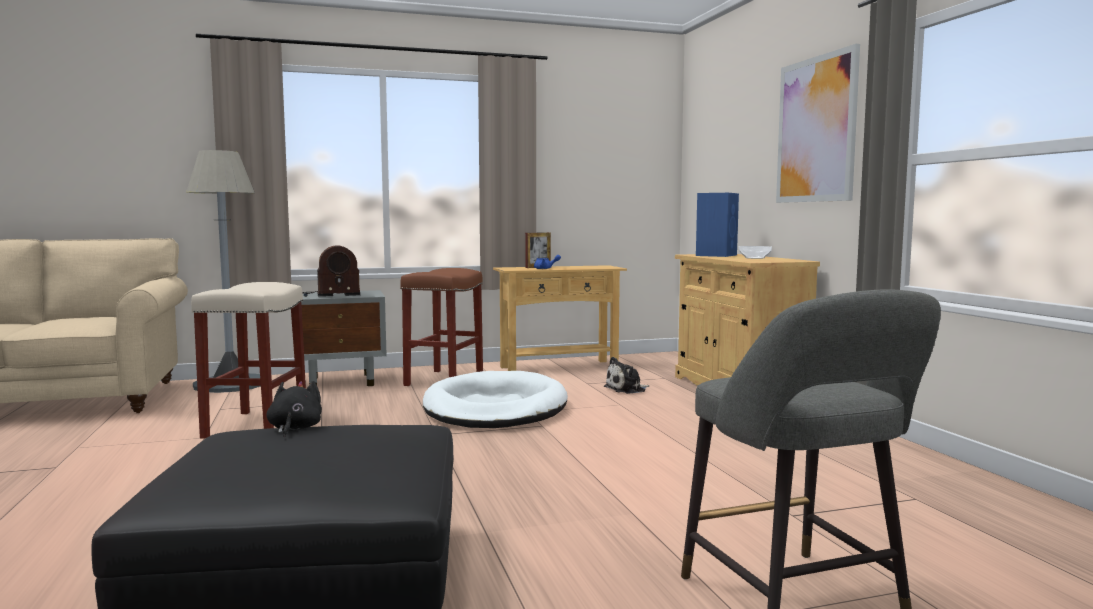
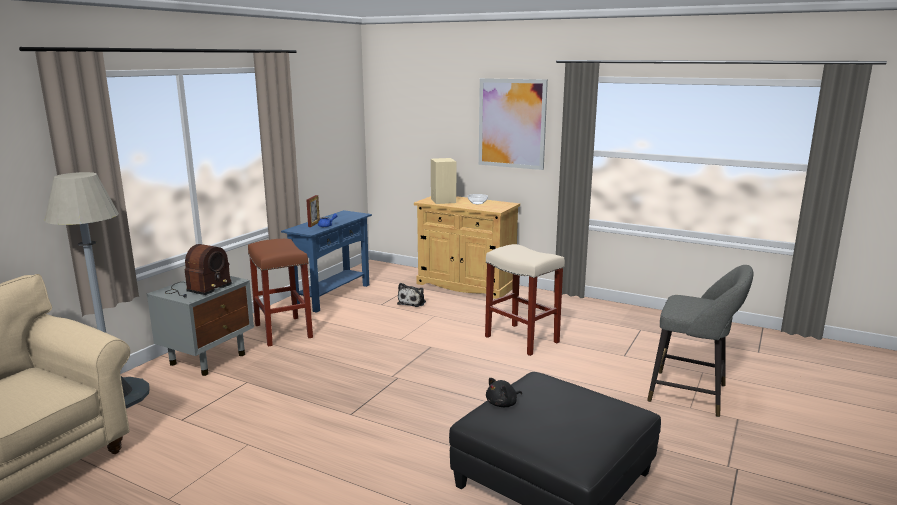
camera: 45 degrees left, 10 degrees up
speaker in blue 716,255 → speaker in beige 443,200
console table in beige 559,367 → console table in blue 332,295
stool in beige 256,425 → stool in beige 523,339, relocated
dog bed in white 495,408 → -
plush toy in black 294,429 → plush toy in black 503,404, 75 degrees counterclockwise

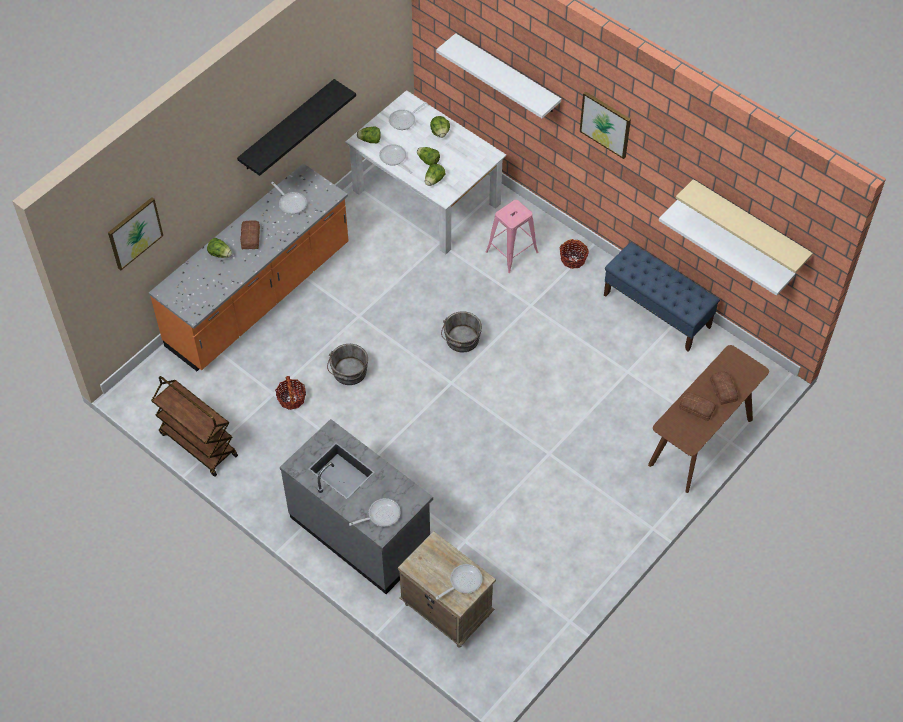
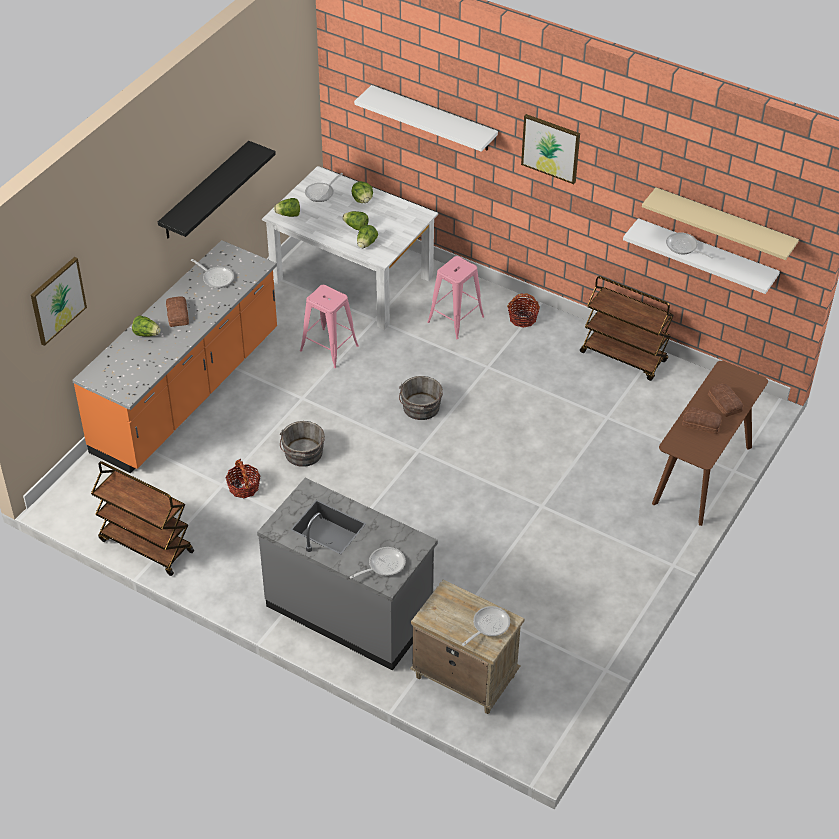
camera: 10 degrees left, 10 degrees down
frying pan 394,159 → frying pan 684,247, relocated
bench in blue 657,311 → cart in brown 624,357
- → stool in pink 329,348

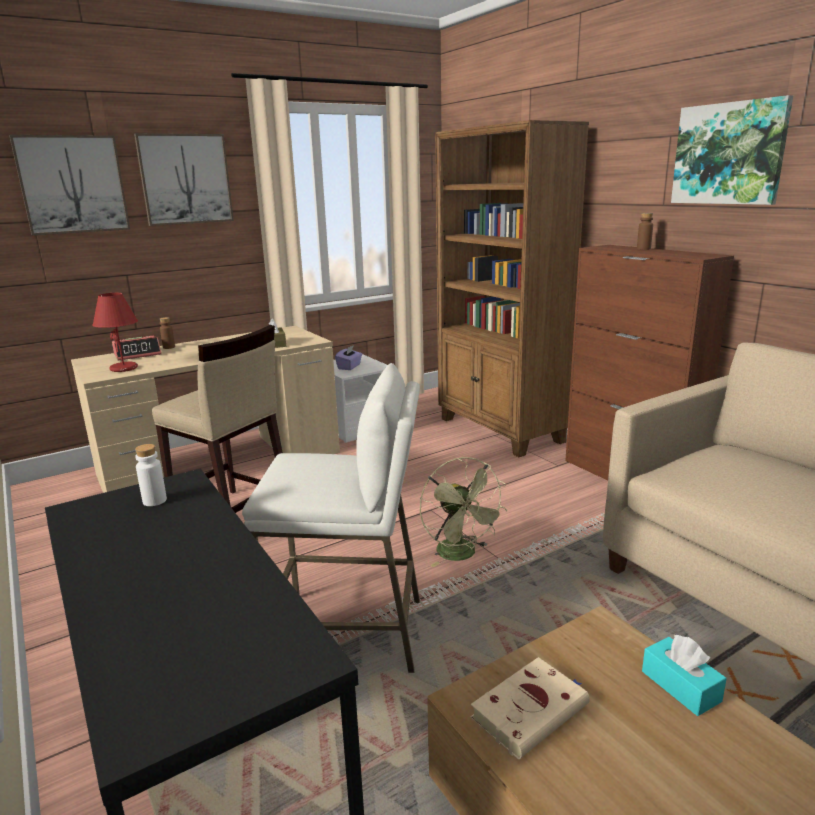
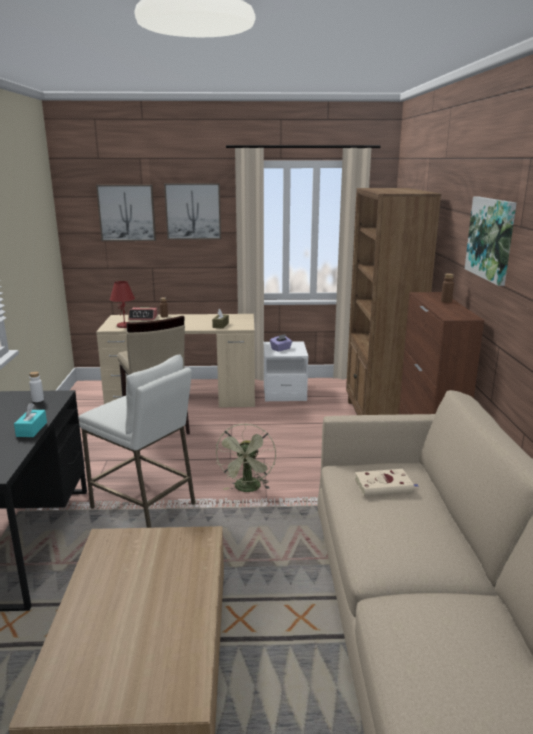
camera: 30 degrees right, 0 degrees up
tissue box in turquoise 680,686 → tissue box in turquoise 31,429, relocated
book in beige 531,710 → book in beige 385,486, relocated

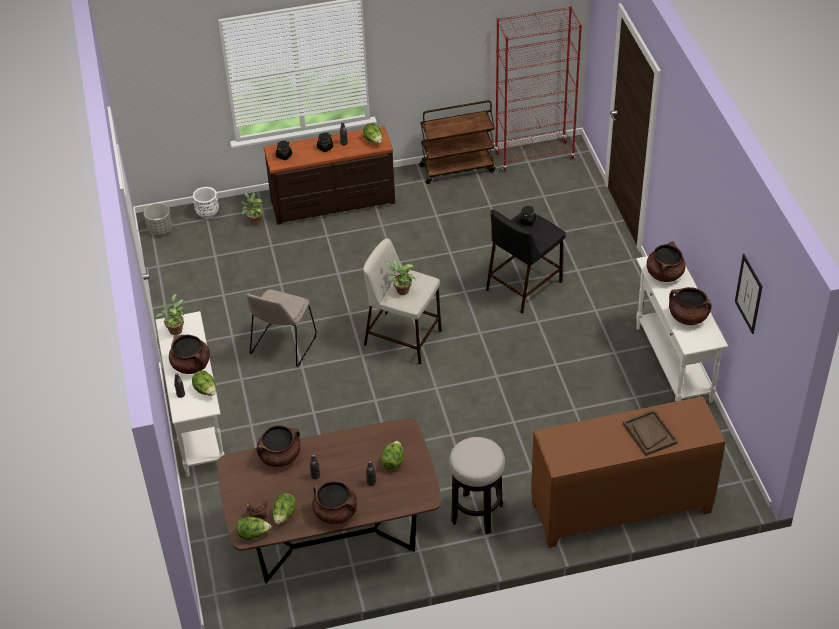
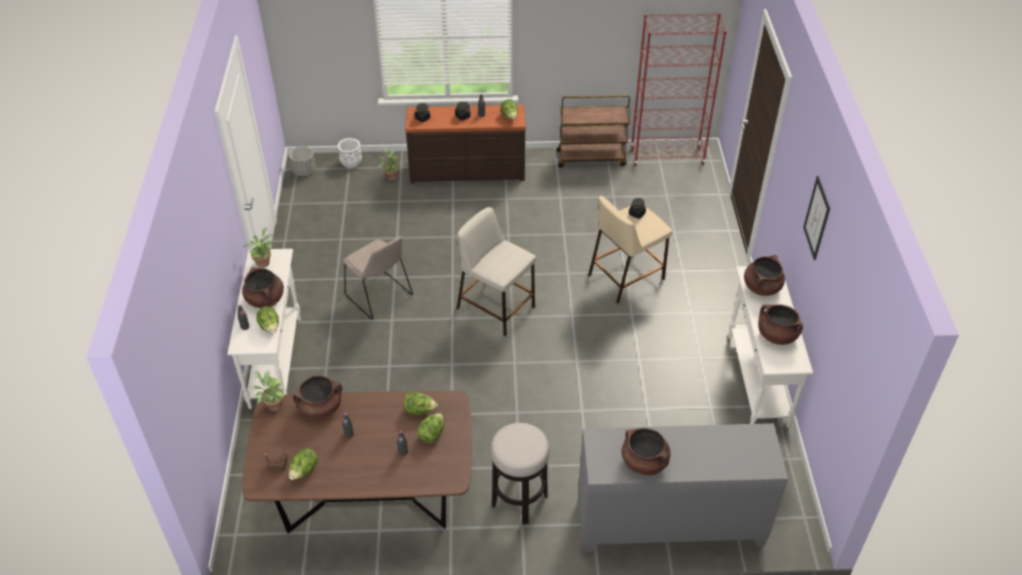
camera: 10 degrees right, 0 degrees up
stool in black 524,285 → stool in beige 627,276
picture 749,294 → picture 817,218, relocated
potted plant 401,290 → potted plant 273,405, relocated
chair in beige 282,346 → chair in beige 380,296, 75 degrees counterclockwise
cabinet in brown 621,508 → cabinet in grey 669,523
tray in brown 649,433 → -
cooking pot in brown 336,513 → cooking pot in brown 644,462, relocated
lettuce 253,534 → lettuce 419,410, relocated

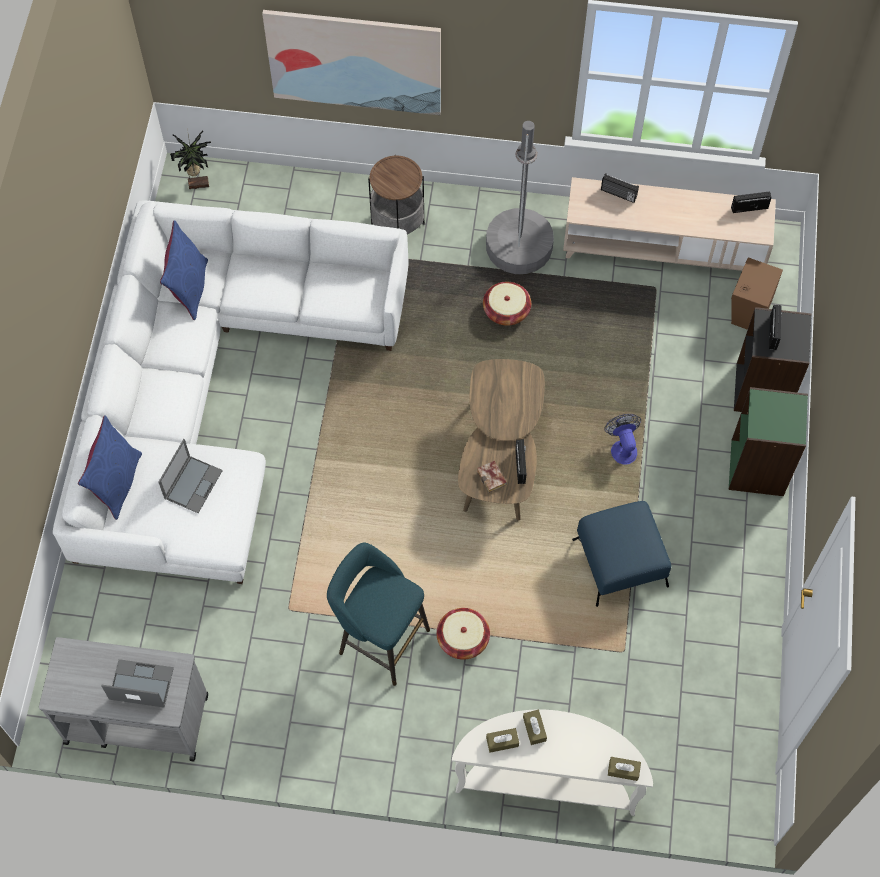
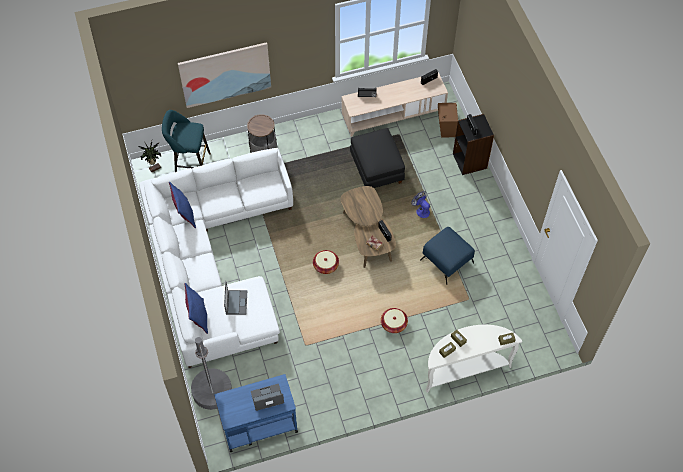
camera: 25 degrees left, 5 degrees down
floor lamp in grey 519,246 → floor lamp in grey 211,391, relocated
basket 506,311 → basket 326,266, relocated
bookcase in green 758,468 → -
stool in turquoise 379,639 → stool in turquoise 190,164, relocated
cart in grey 135,718 → cart in blue 258,425
- → ottoman in black 376,169

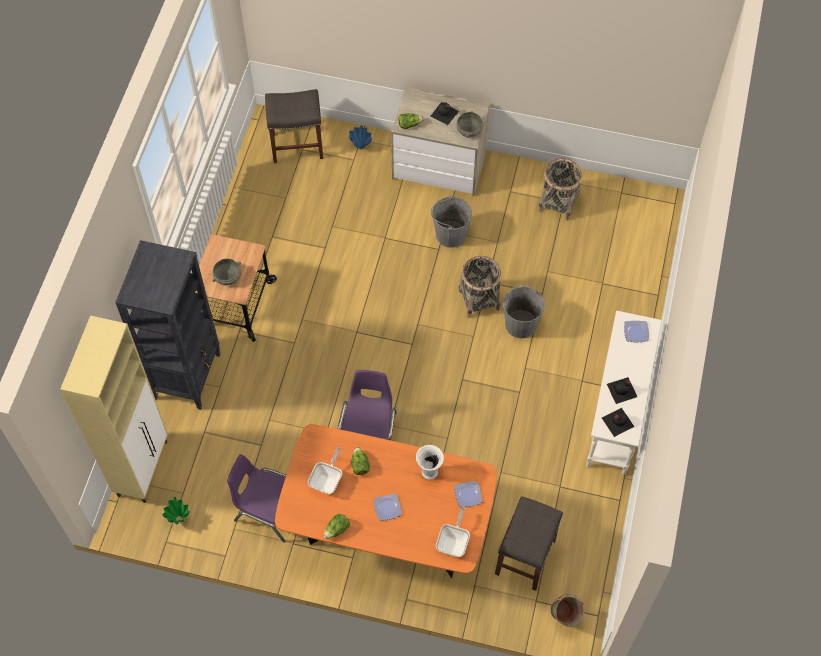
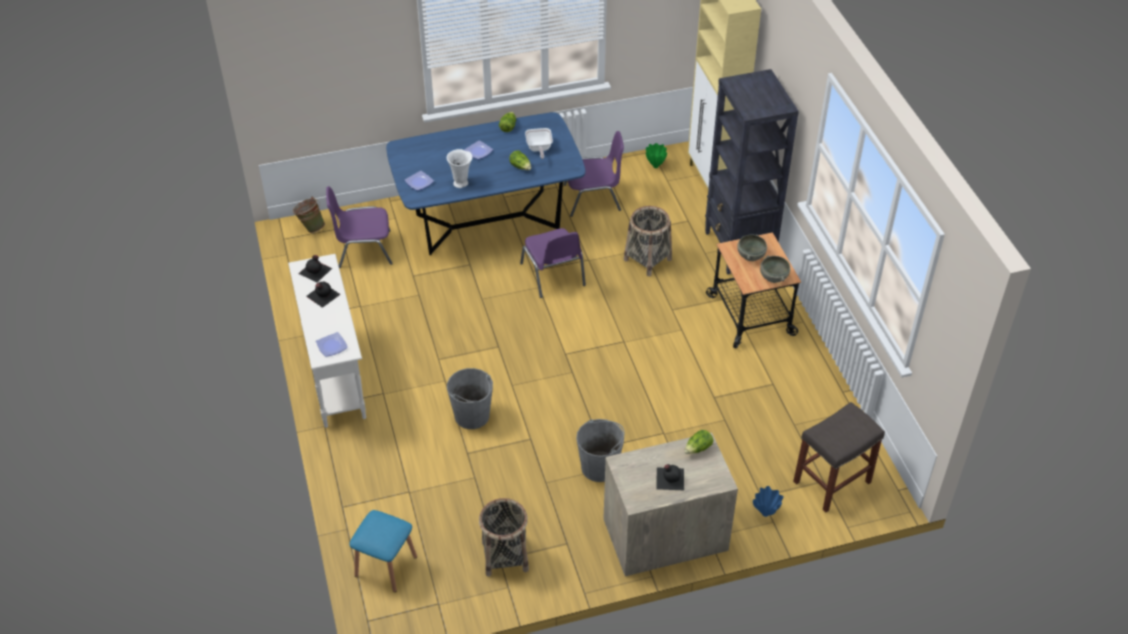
camera: 150 degrees right, 15 degrees down
bowl in grey 469,131 → bowl in grey 773,277, relocated
basket 479,299 → basket 647,259, relocated
dining table in orange 388,530 → dining table in blue 488,222
stool in grey 525,558 → chair in purple 363,249
frying pan 454,542 → -
- → stool in blue 386,566

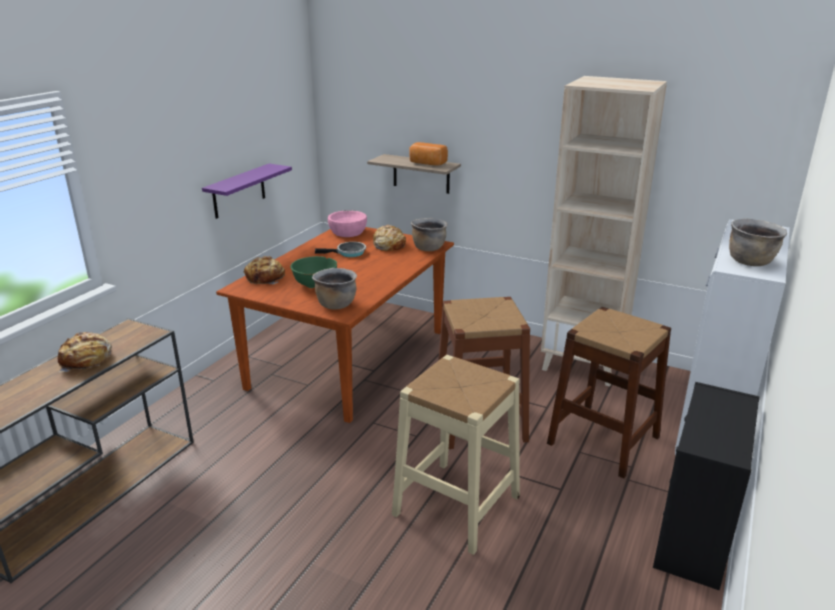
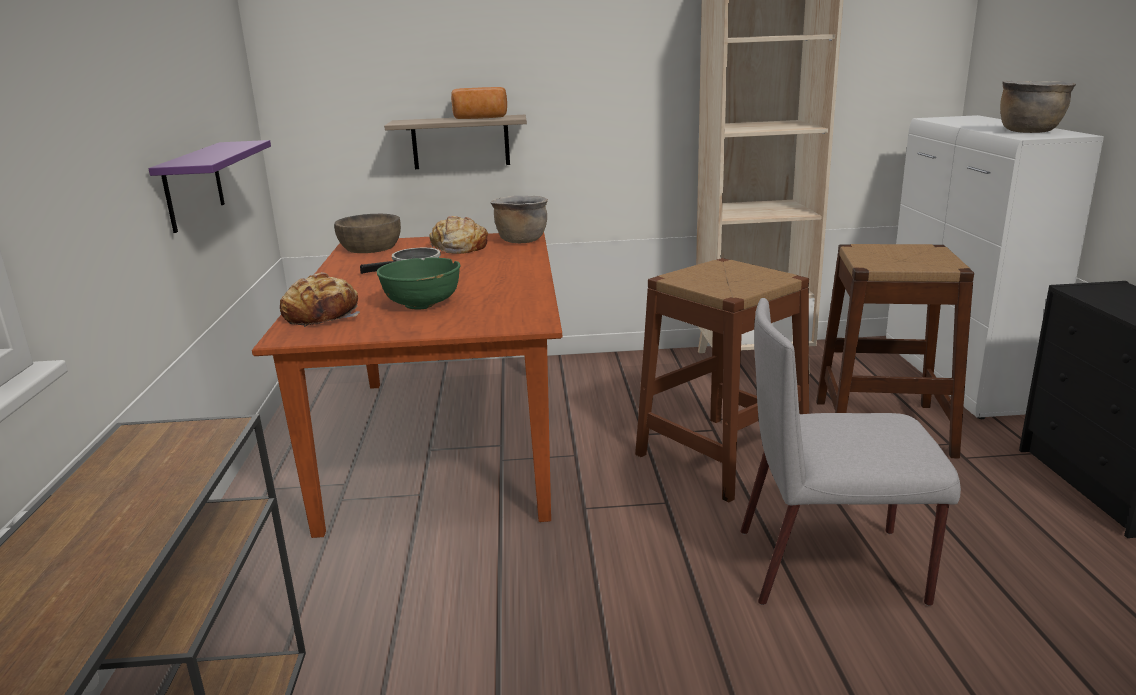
camera: 30 degrees left, 5 degrees down
bowl in pink 347,232 → bowl in brown 370,247
cooking pot in brown 336,304 → -
bread 86,360 → -
stool in beige 456,505 → chair in grey 833,565

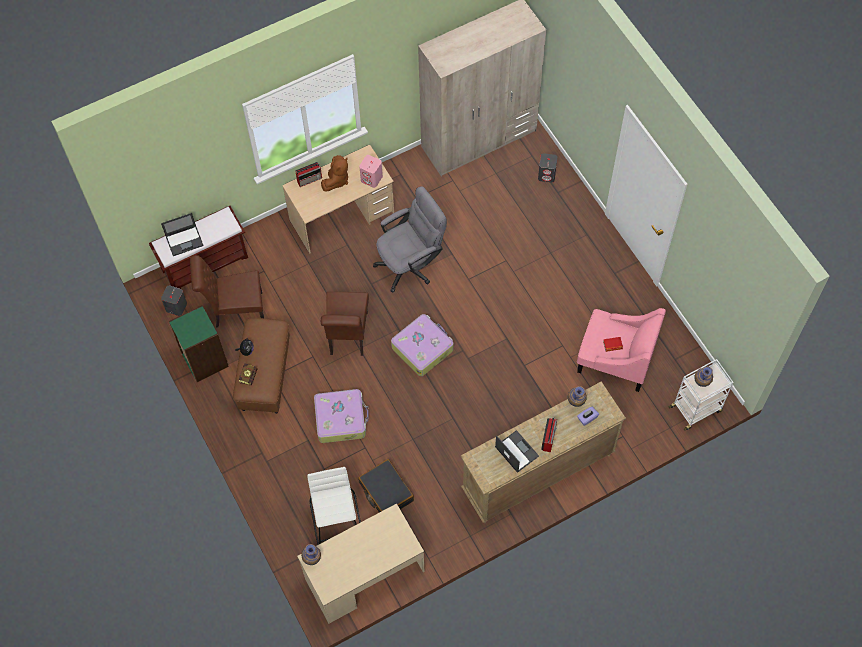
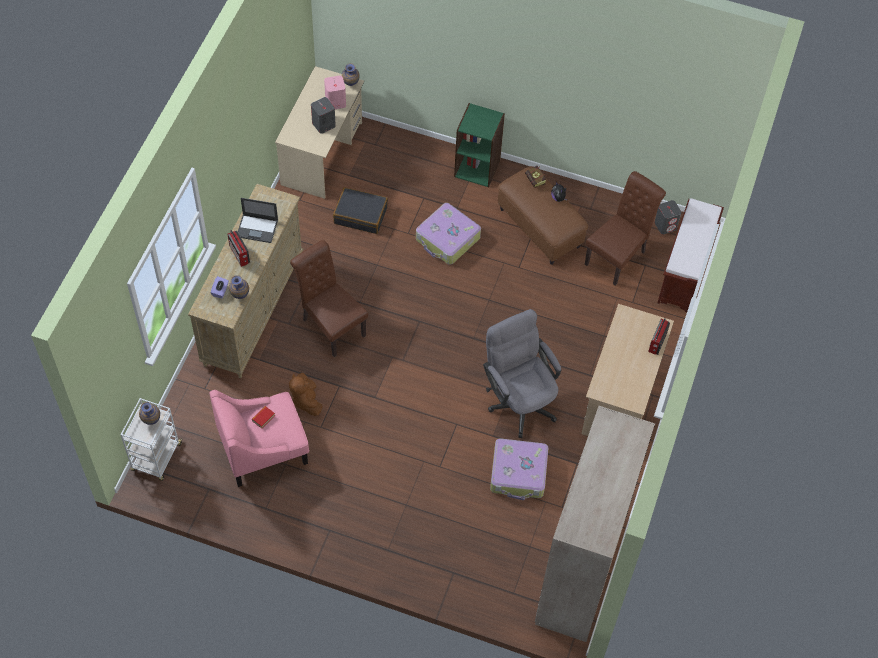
camera: 135 degrees right, 5 degrees down
speaker in grey 547,175 → speaker in grey 323,124, relocated
plush toy in brown 336,180 → plush toy in brown 306,401, relocated
speaker in pink 372,178 → speaker in pink 335,102, relocated
office chair in grey 411,264 → office chair in grey 519,400, 135 degrees clockwise
laptop 185,240 → -
chair in brown 348,336 → chair in brown 330,325, relocated
bookcase in green 204,360 → bookcase in green 477,168, relocated
suitcase 422,348 → suitcase 519,473, relocated
stool in white 337,520 → -

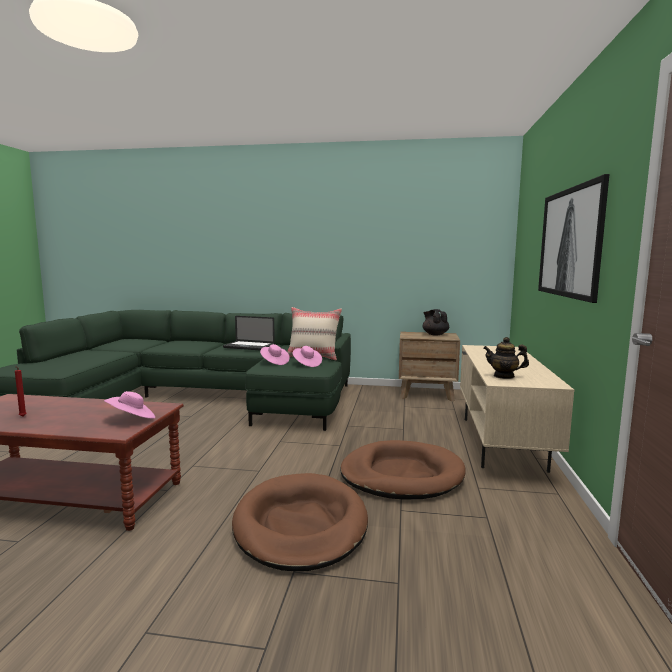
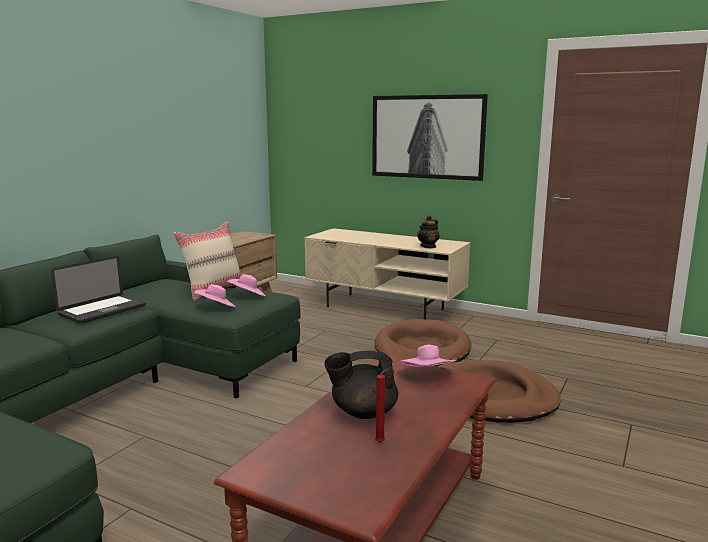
camera: 70 degrees left, 5 degrees up
teapot in black 435,334 → teapot in black 363,412, relocated

